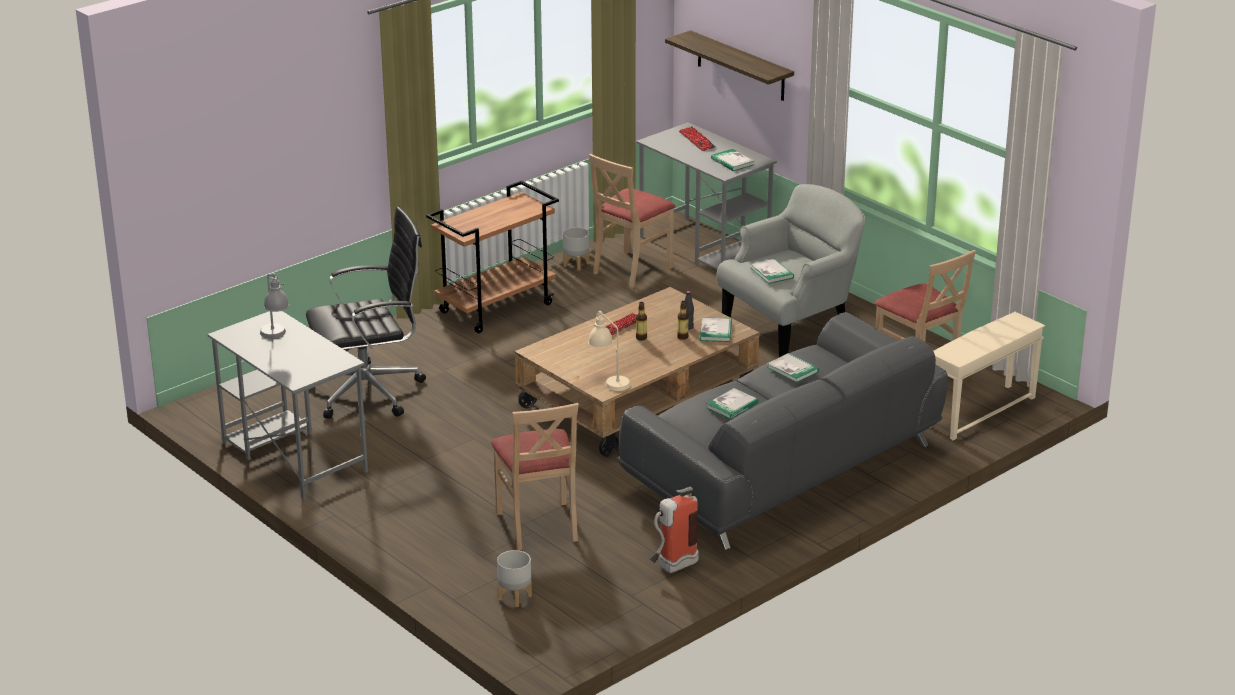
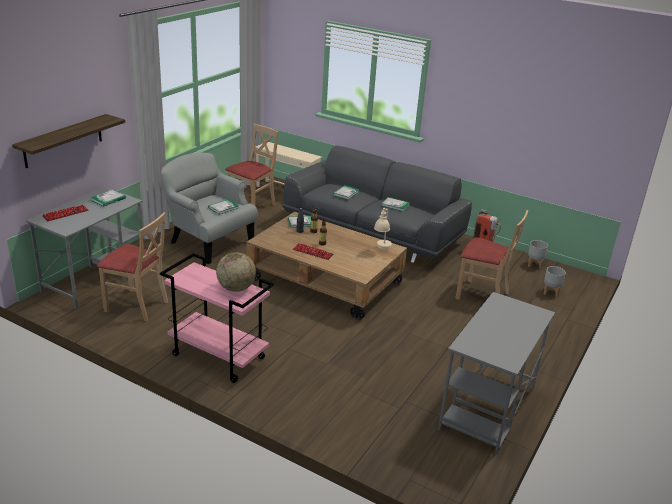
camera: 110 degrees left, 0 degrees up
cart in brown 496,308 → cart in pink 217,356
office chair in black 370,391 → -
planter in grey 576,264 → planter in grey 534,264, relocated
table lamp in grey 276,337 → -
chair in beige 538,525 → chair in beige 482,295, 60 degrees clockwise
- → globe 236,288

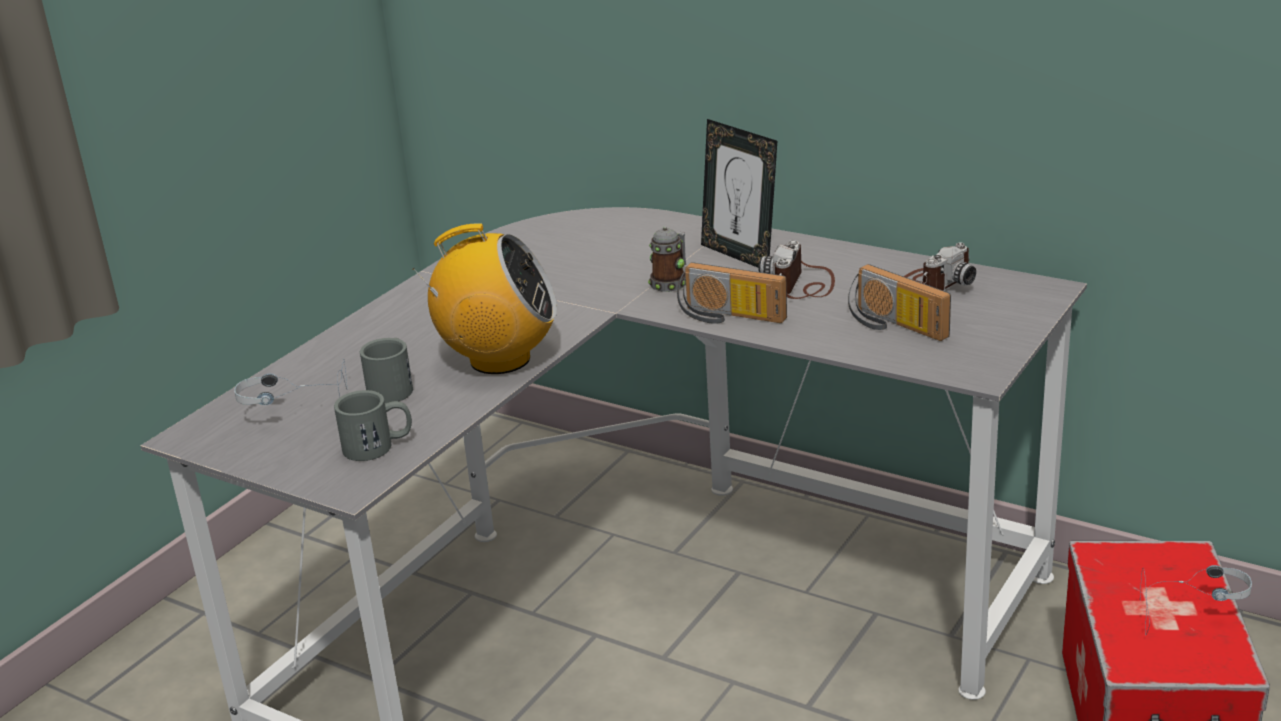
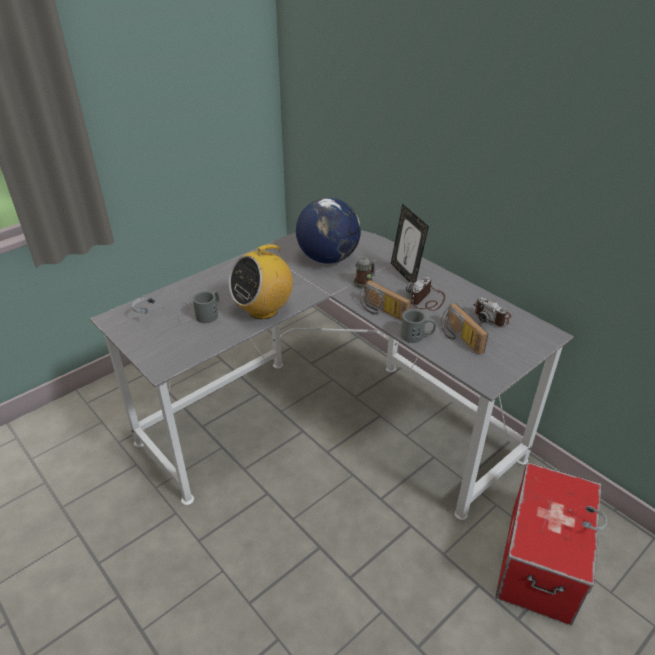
camera: 15 degrees right, 10 degrees up
radio 499,360 → radio 263,310, 120 degrees clockwise
photo camera 932,284 → photo camera 492,316, 75 degrees clockwise
mug in grey 378,446 → mug in grey 417,336, relocated
- → globe 328,258

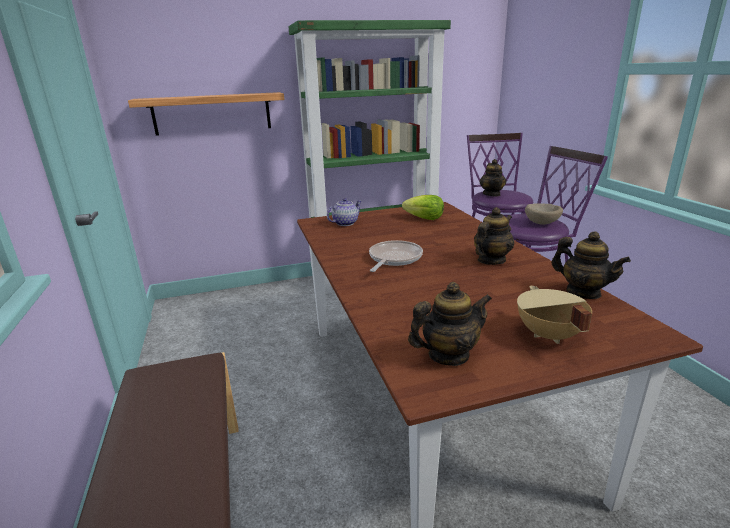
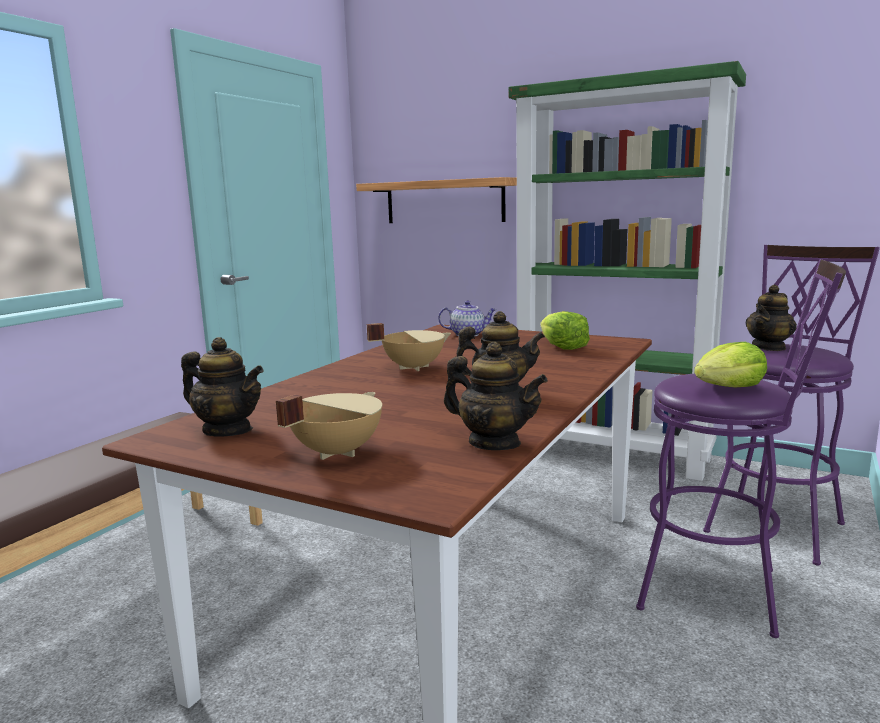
camera: 45 degrees right, 10 degrees down
bowl in beige 542,223 → lettuce 729,388
teapot 583,292 → teapot 494,443, 60 degrees counterclockwise
frying pan 393,259 → cooking pot in beige 413,367

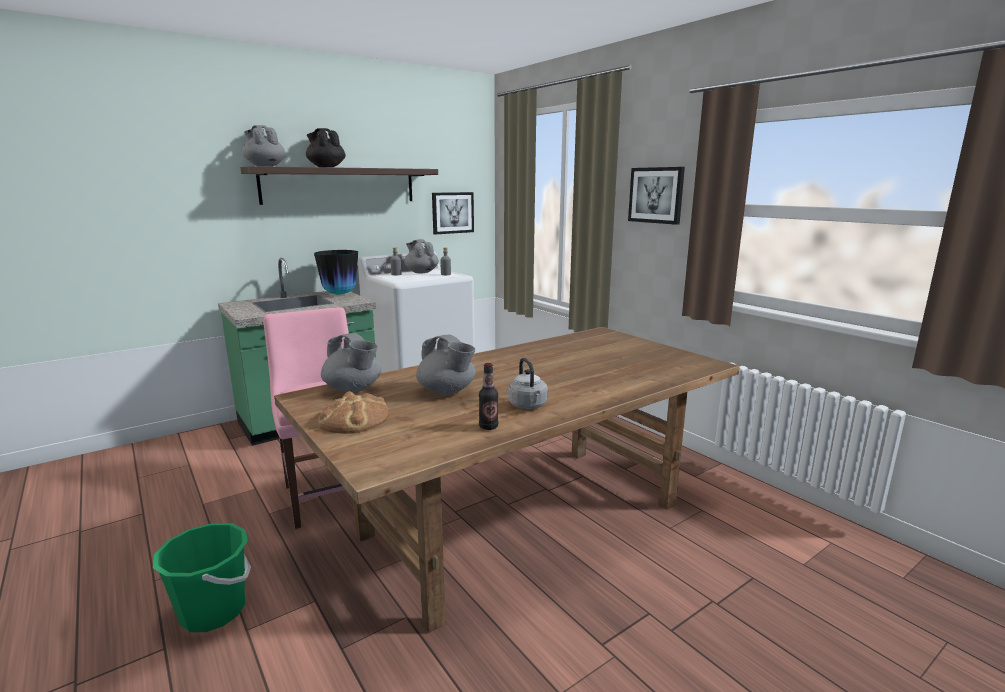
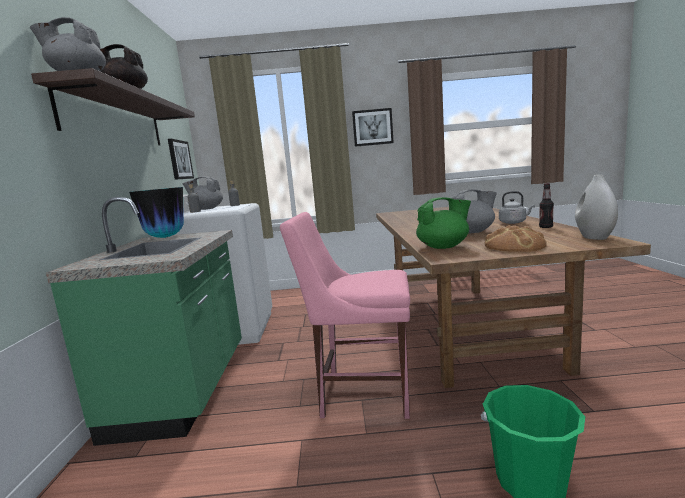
camera: 55 degrees left, 5 degrees down
teapot in grey 353,389 → teapot in green 443,247
- → vase in white 593,237

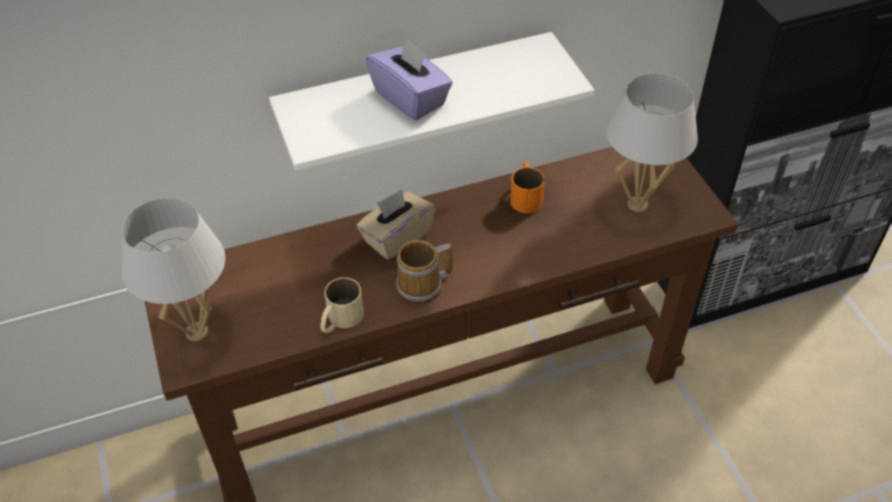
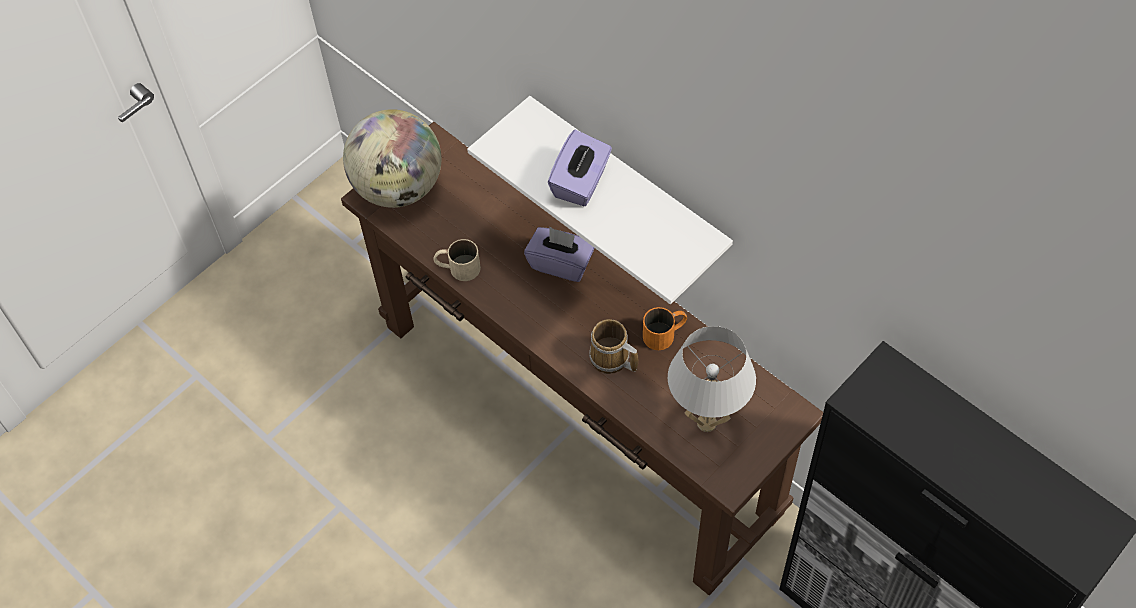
camera: 65 degrees right, 10 degrees up
tissue box in beige 397,237 → tissue box in purple 561,263
table lamp in white 196,332 → globe 398,187
mug 423,287 → mug 611,359, relocated

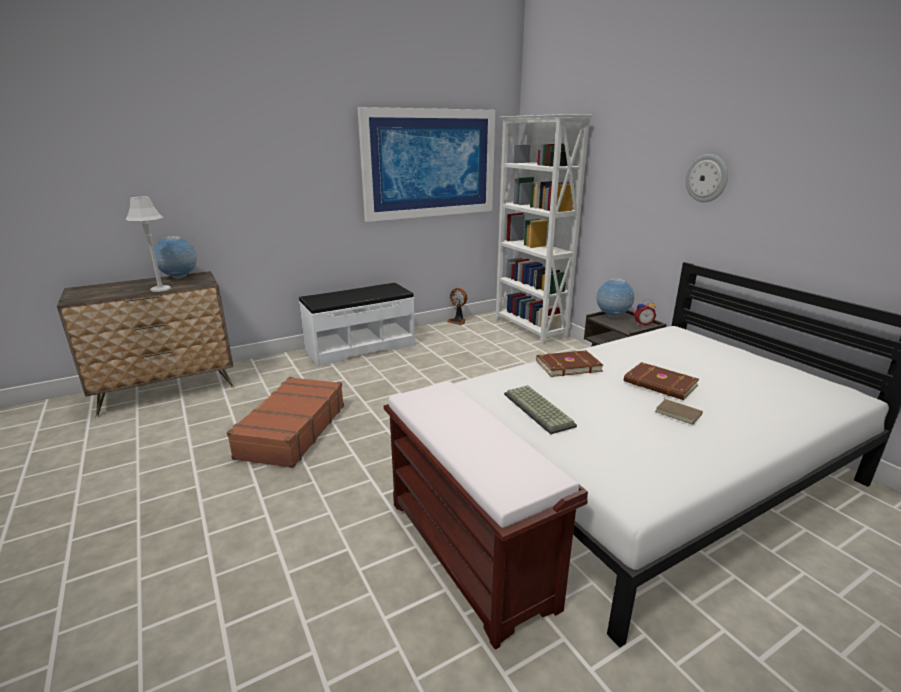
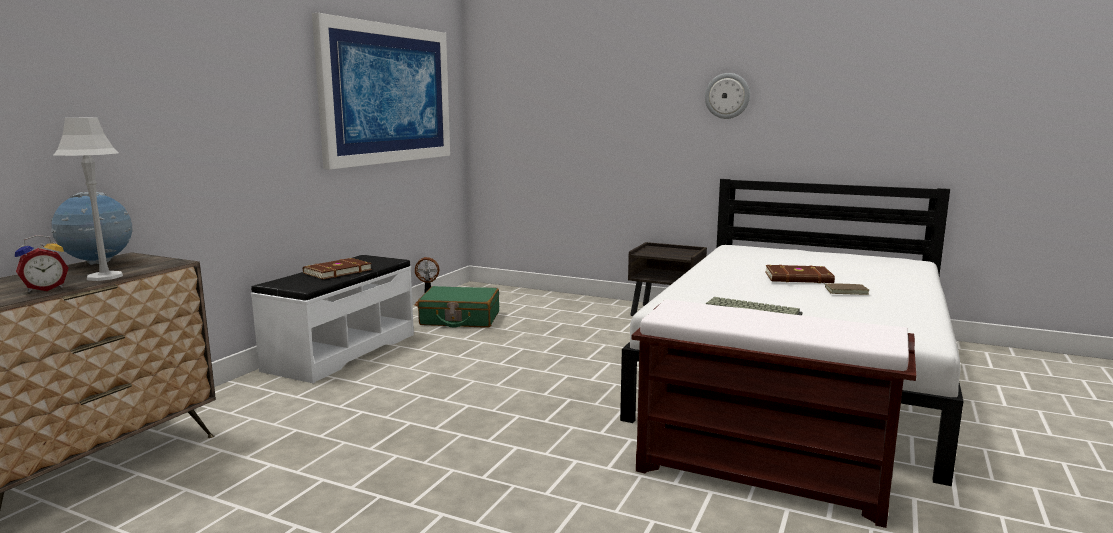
camera: 35 degrees left, 10 degrees down
bookcase in white 530,329 → -
globe 612,316 → -
alarm clock 642,323 → alarm clock 45,289, relocated
book in brown 567,365 → book in brown 336,271, relocated
suitcase in brown 291,431 → -
- → suitcase in green 460,319

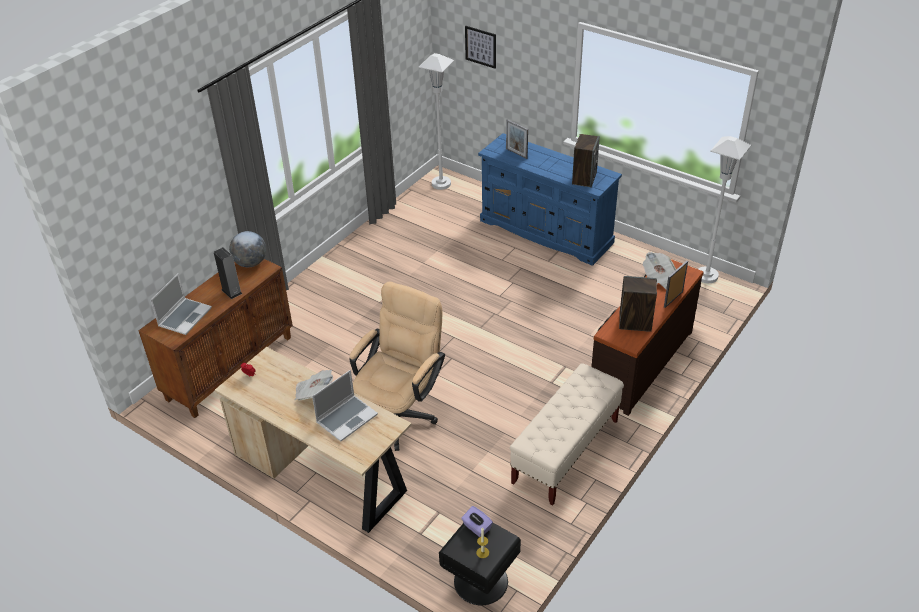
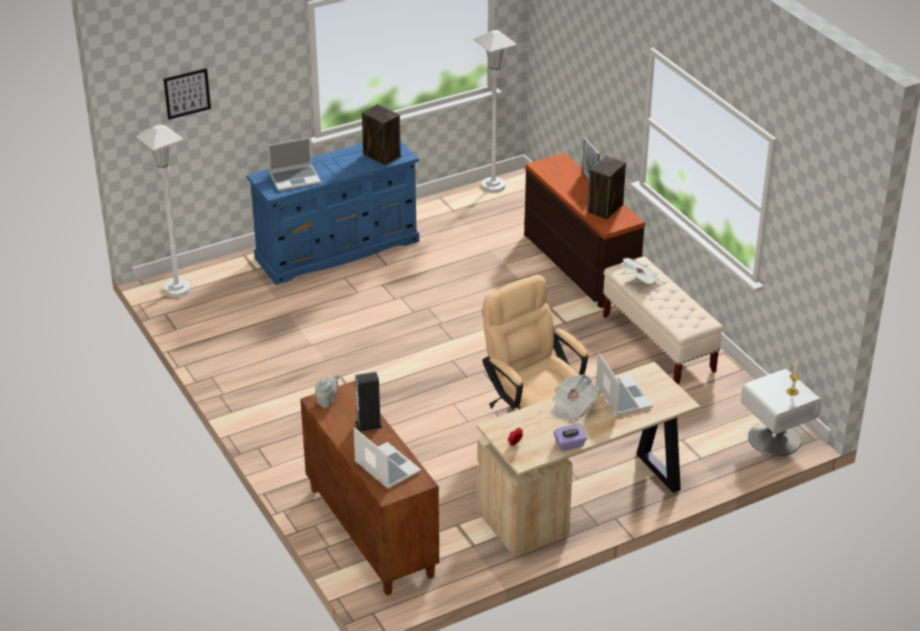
camera: 65 degrees left, 5 degrees down
picture frame 516,153 → laptop 295,179
globe 250,263 → teapot in grey 327,401
newspaper 660,279 → newspaper 641,281, relocated
tissue box in purple 476,527 → tissue box in purple 569,444, relocated
nightstand in black 480,582 → nightstand in white 775,439

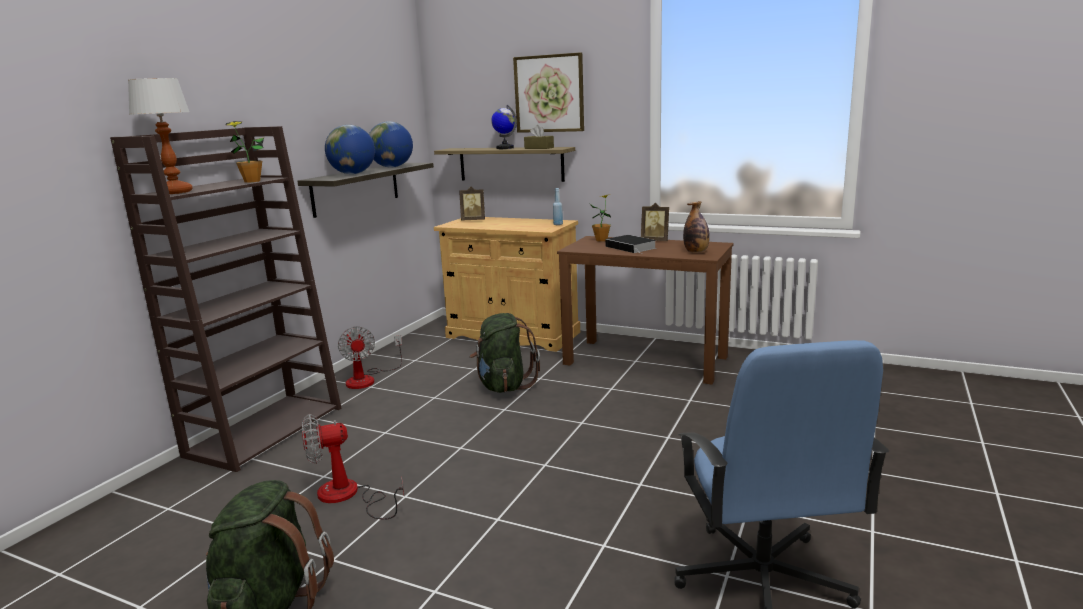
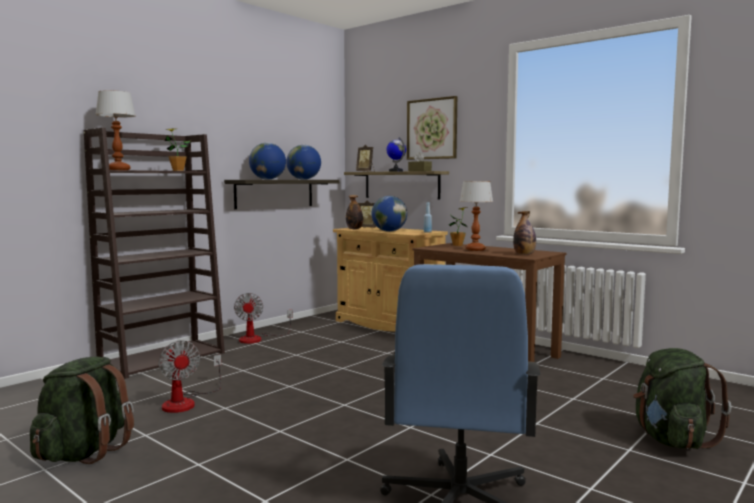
camera: 15 degrees right, 10 degrees down
picture frame 655,241 → picture frame 366,171, relocated
book 632,247 → table lamp 475,249
backpack in green 503,386 → backpack in green 671,440, relocated
fan 348,496 → fan 186,402, 120 degrees counterclockwise
- → bottle 354,229
- → globe 389,231

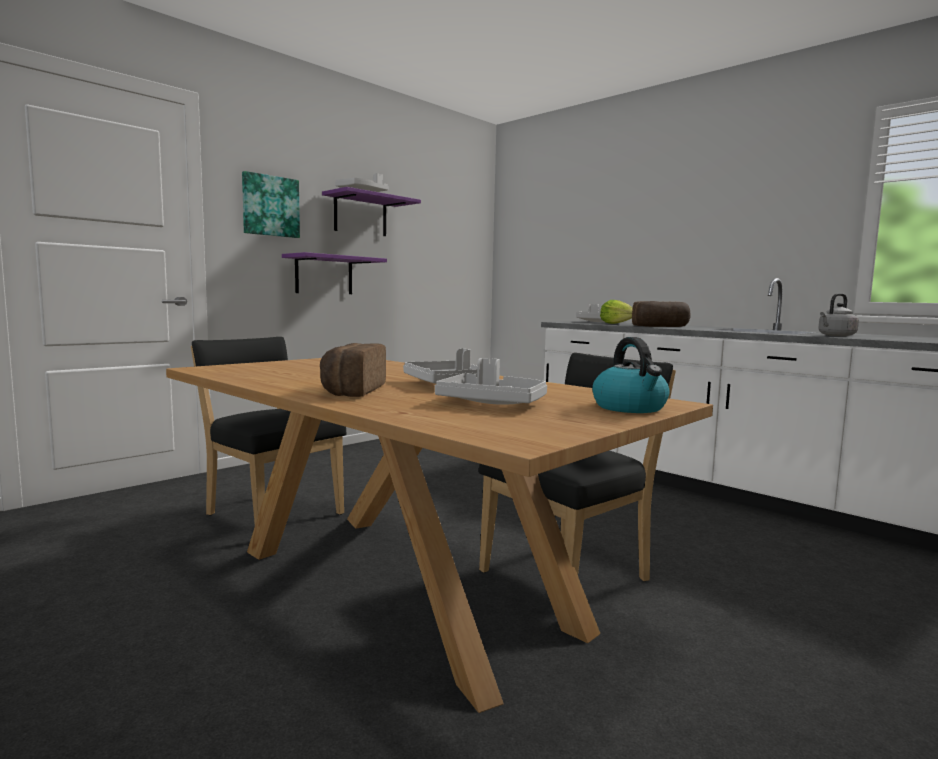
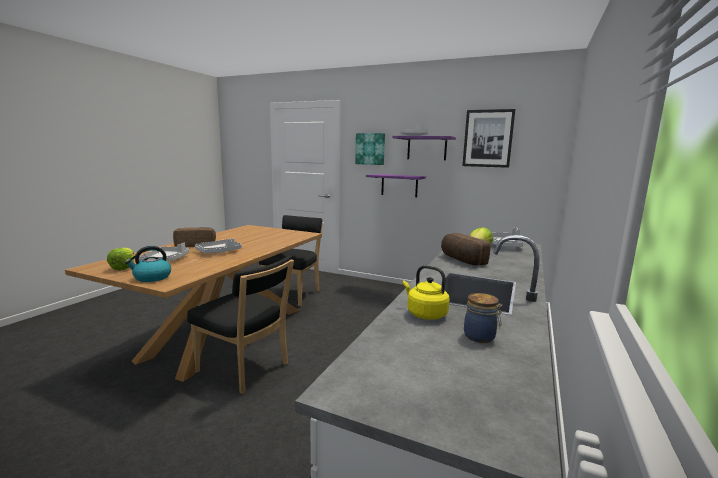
camera: 70 degrees right, 5 degrees up
kettle in grey 835,335 → kettle in yellow 425,314
- → picture 488,138
- → lettuce 126,266
- → jar 480,337

